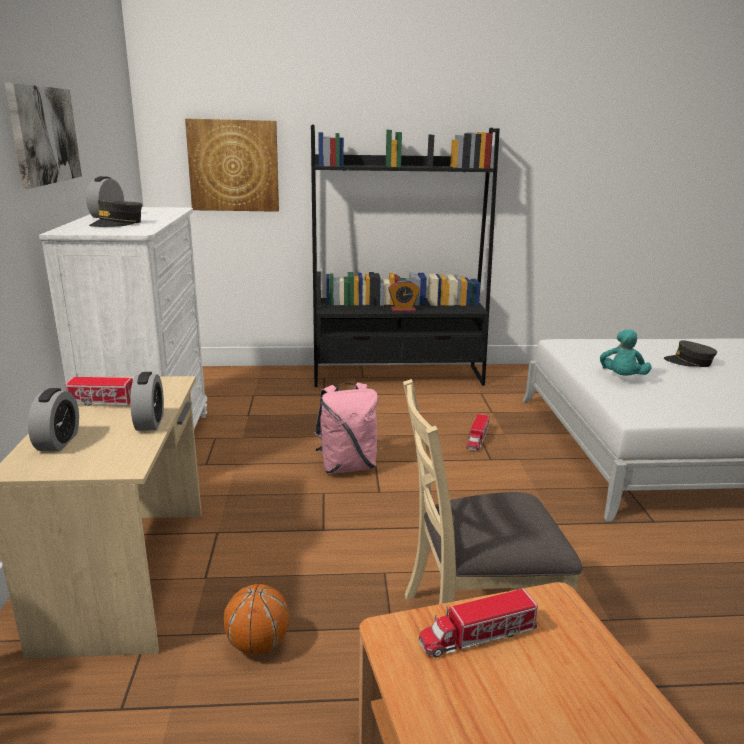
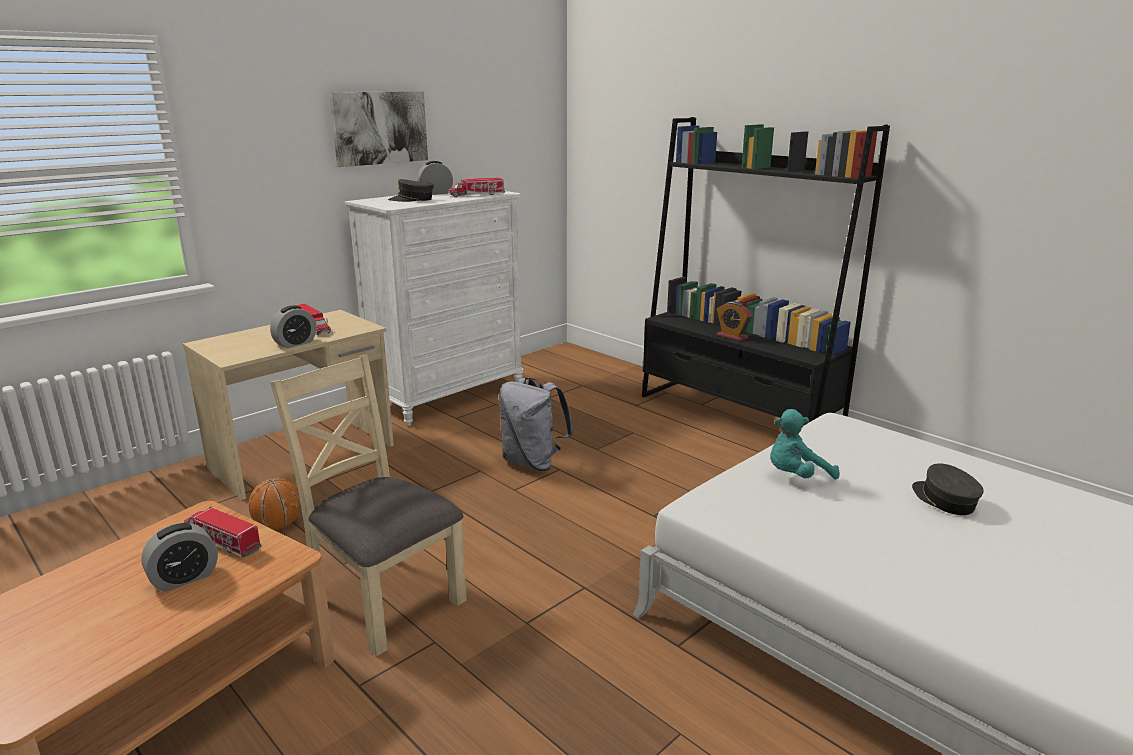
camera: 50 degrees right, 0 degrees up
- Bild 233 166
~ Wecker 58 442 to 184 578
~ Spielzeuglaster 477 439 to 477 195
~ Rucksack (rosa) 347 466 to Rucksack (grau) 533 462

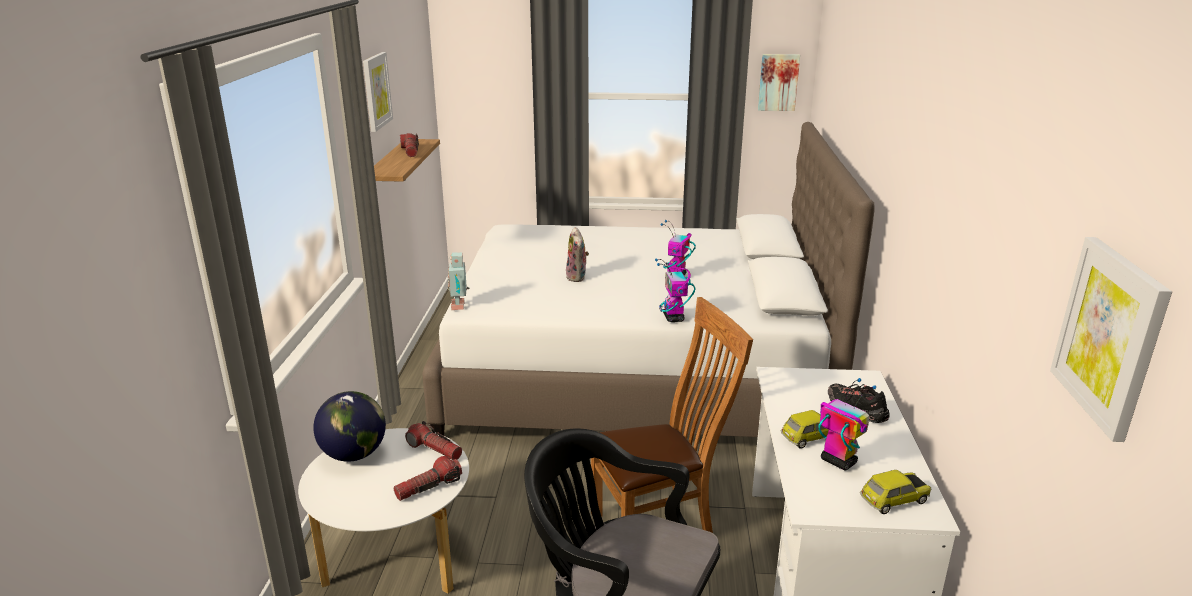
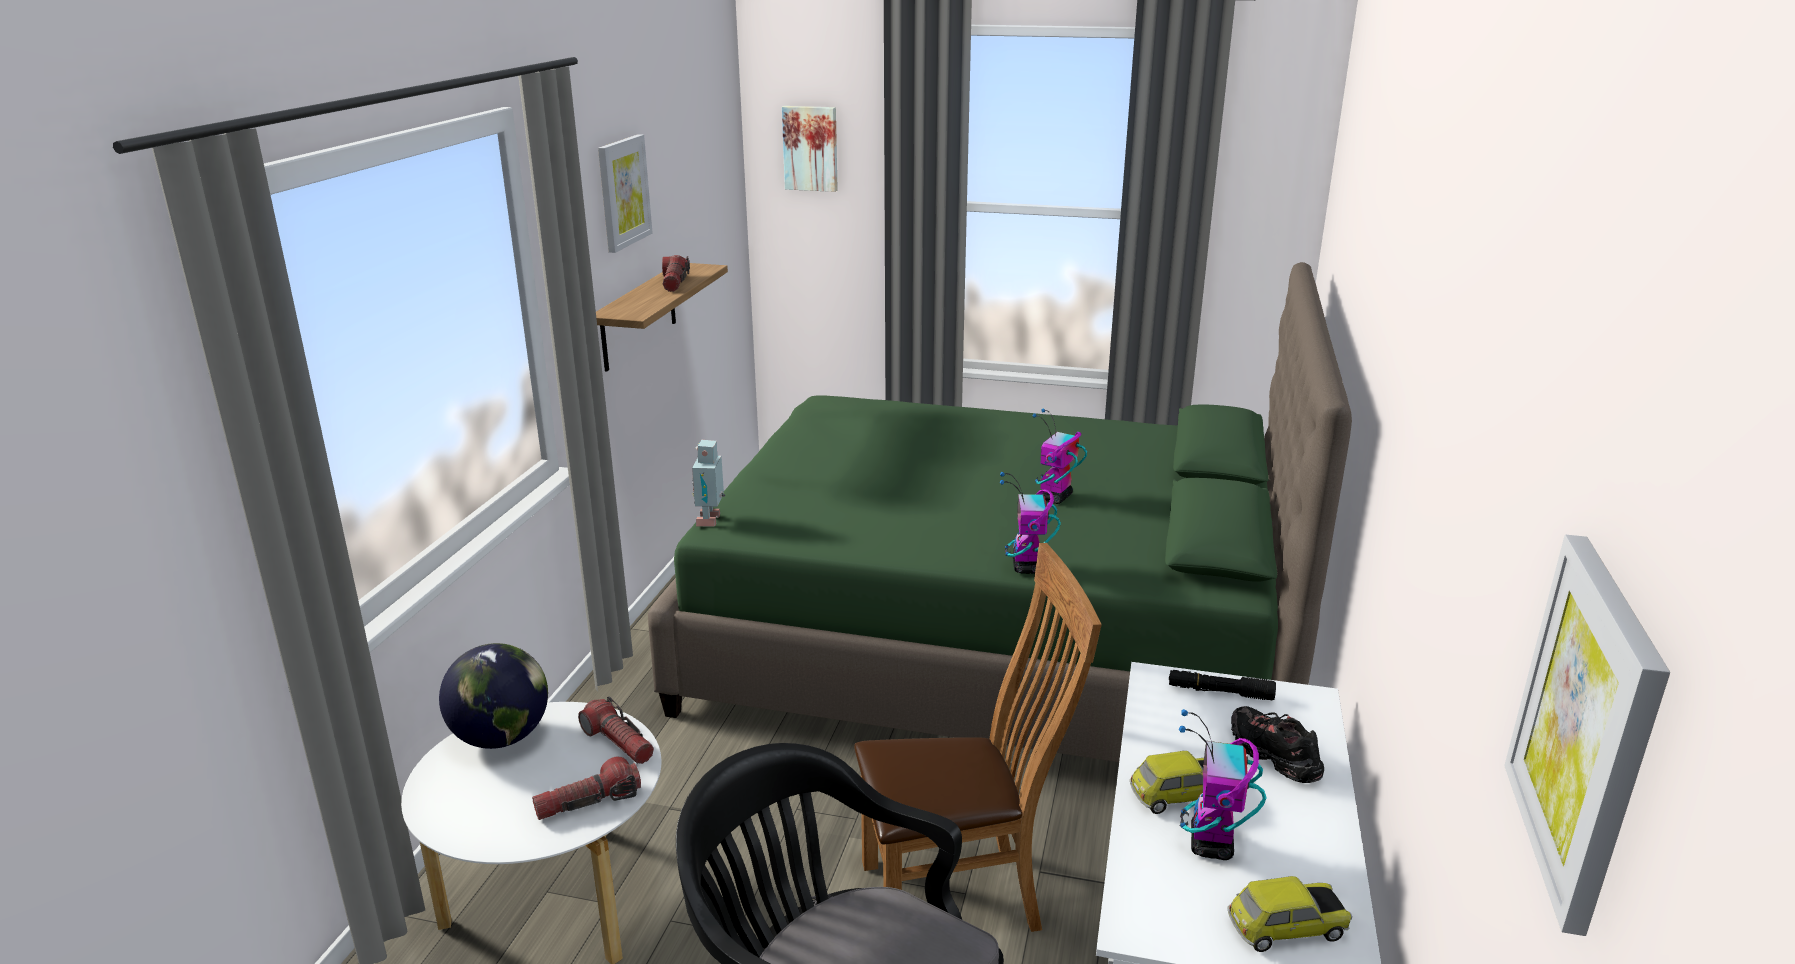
camera: 10 degrees right, 0 degrees up
- Plüschtier 577 277
+ Taschenlampe (schwarz) 1220 692
~ Bild 778 82 to 811 148
~ Bett (weiß) 635 373 to Bett (grün) 994 640
~ Spielzeugroboter 837 461 = 1211 844 135 degrees counterclockwise

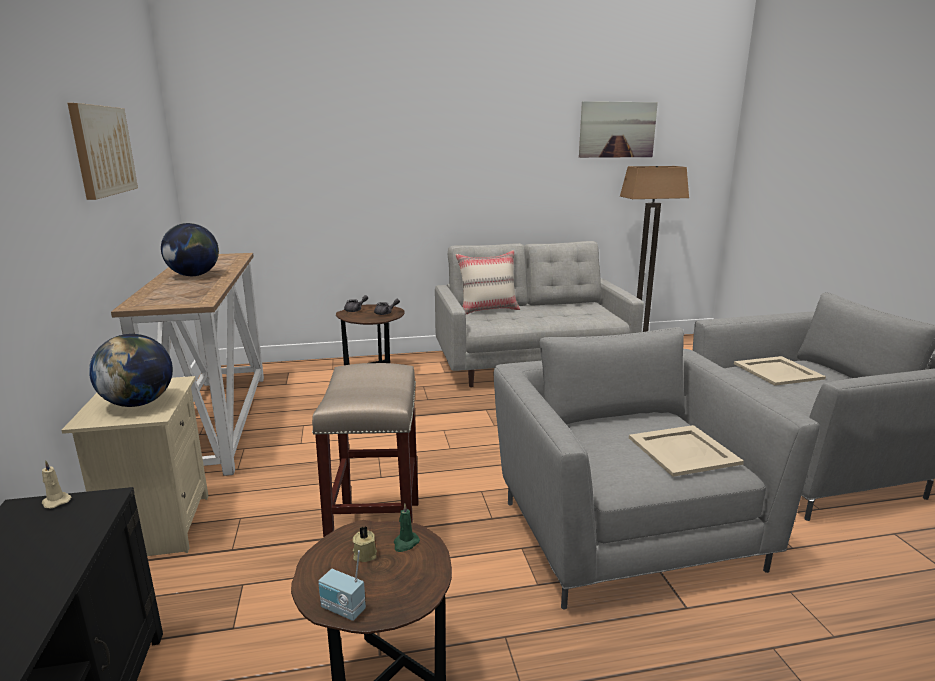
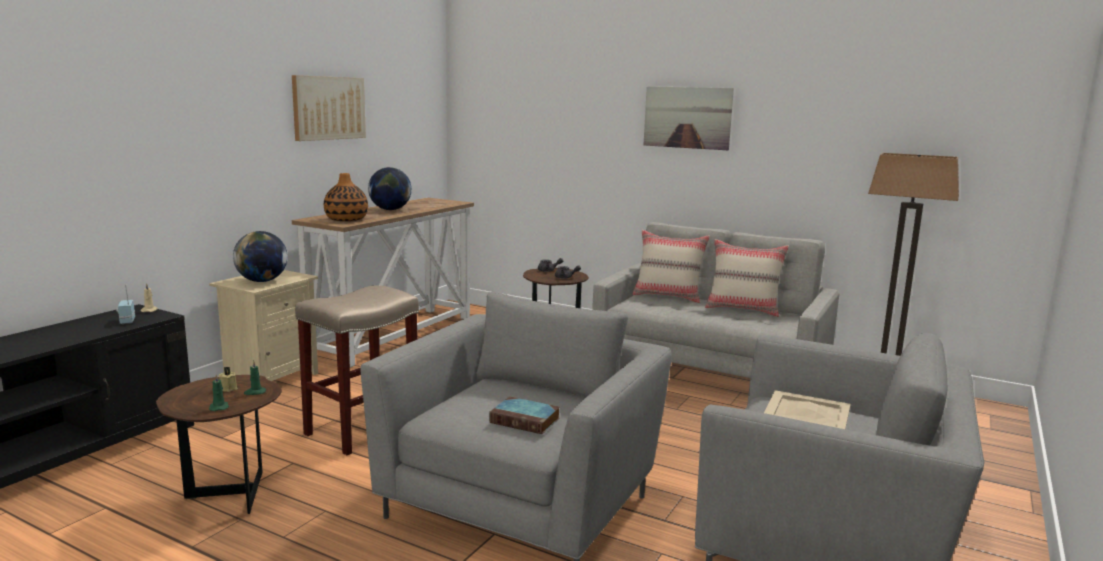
camera: 40 degrees right, 5 degrees down
+ Kerze (grün) 219 407
+ Vase 346 219
+ Kissen (beige) 743 309
~ Radio 342 610 to 126 321
~ Bild 617 129 to 687 117
~ Tablett (beige) 683 450 to Buch 526 420

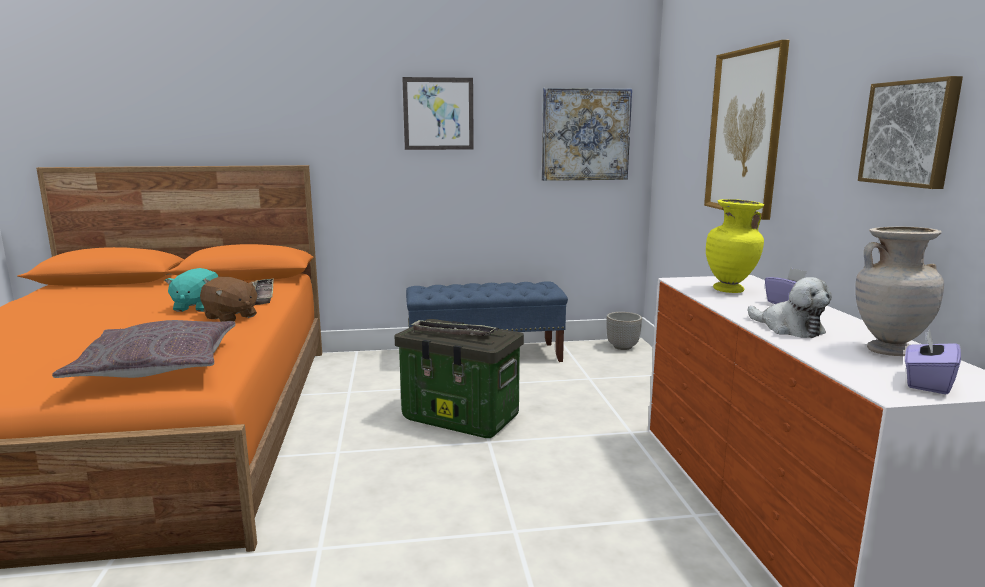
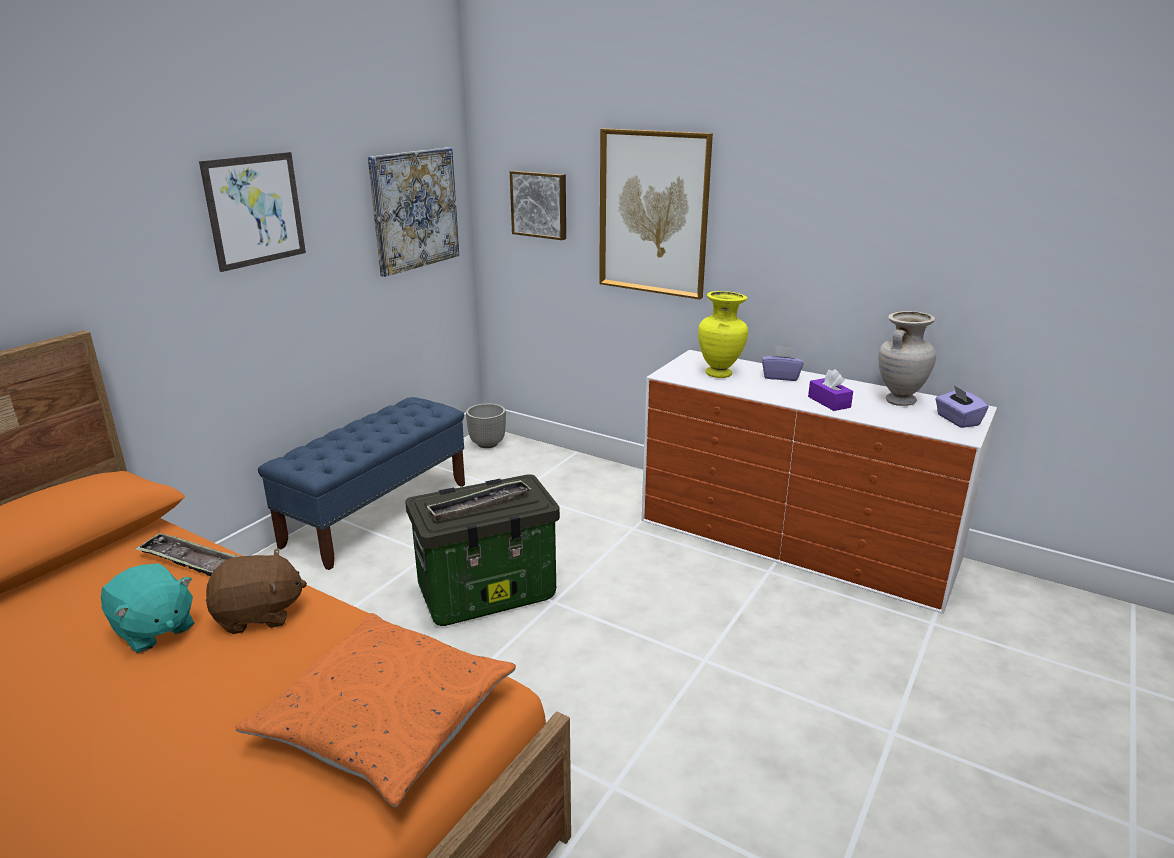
camera: 50 degrees left, 10 degrees up
~ Bild 910 133 to 540 204
~ Plüschtier 789 328 to Taschentuchbox (lila) 829 402
~ Kissen (grau) 157 366 to Kissen (orange) 385 719

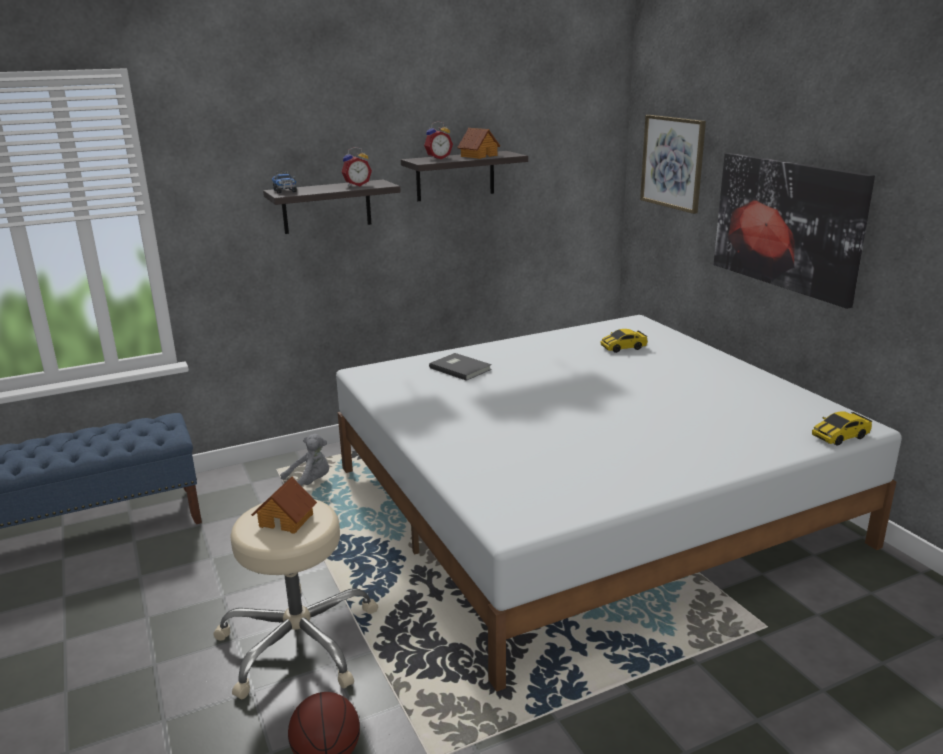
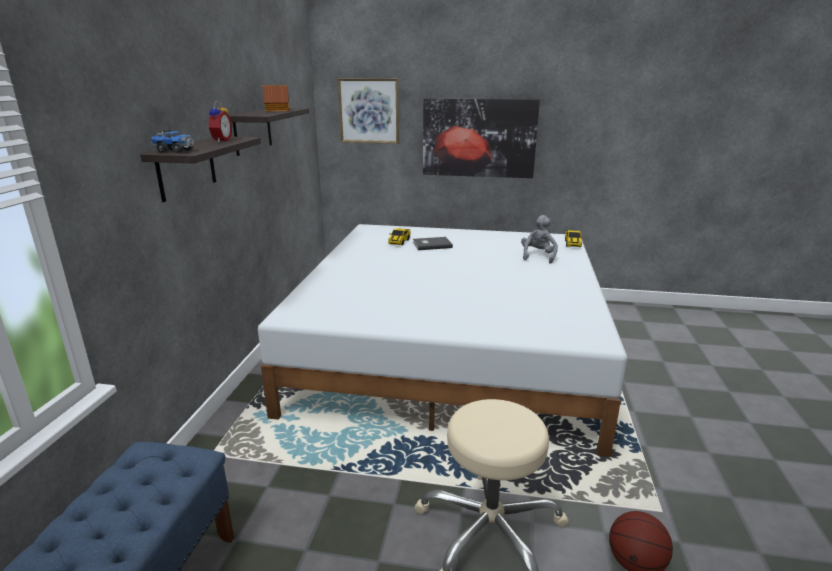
camera: 55 degrees left, 0 degrees up
- Spielzeughaus 286 519
- Wecker 437 158
~ Plüschtier (grau) 309 484 to 538 256
~ Buch (grau) 460 368 to 431 245

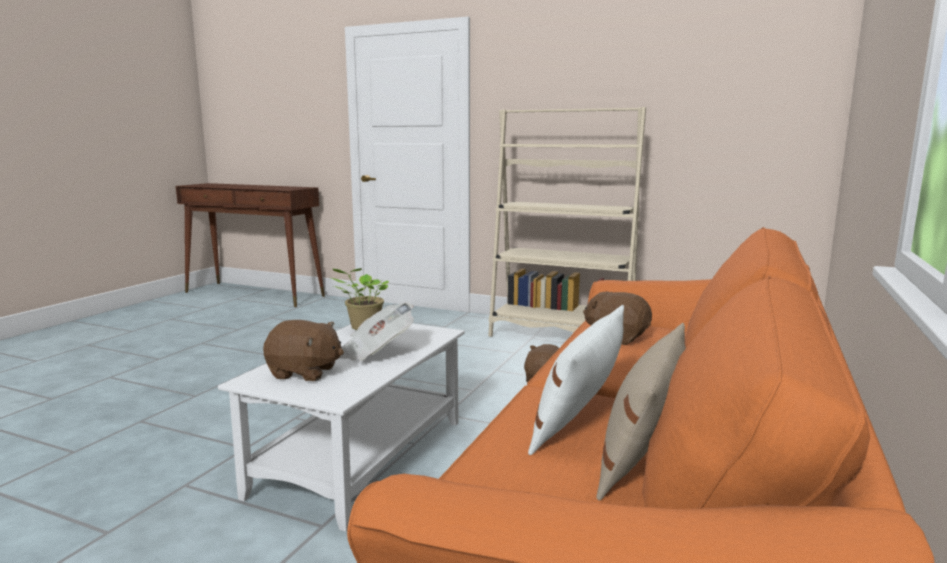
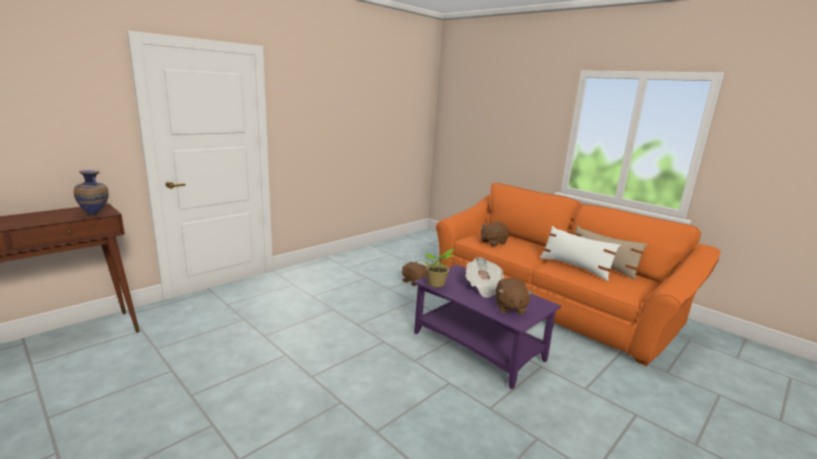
camera: 70 degrees left, 5 degrees up
- Bücherregal (beige) 562 335
+ Vase 95 214
~ Couchtisch (weiß) 360 458 to Couchtisch (lila) 479 346
~ Plüschtier (braun) 304 372 = 510 307 150 degrees clockwise

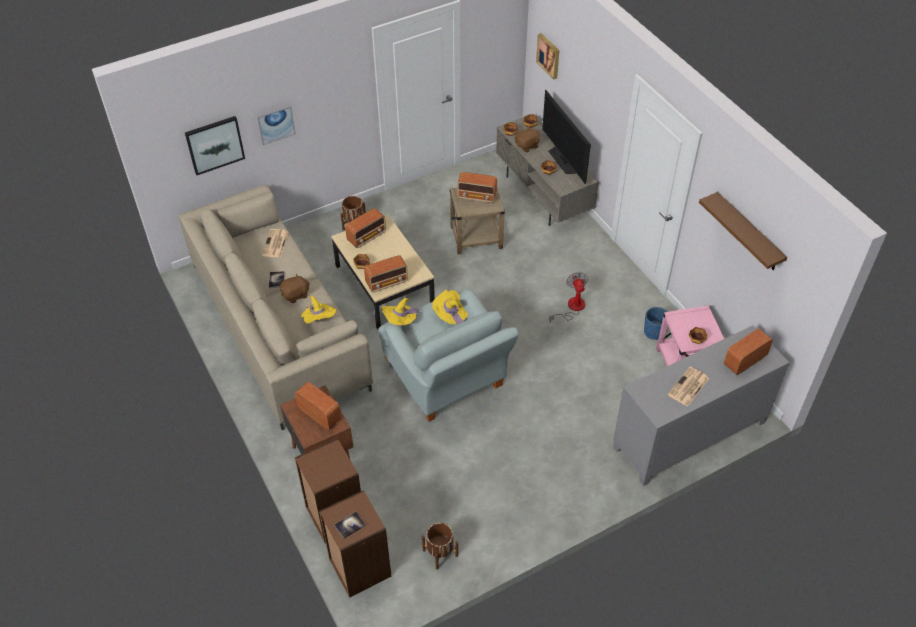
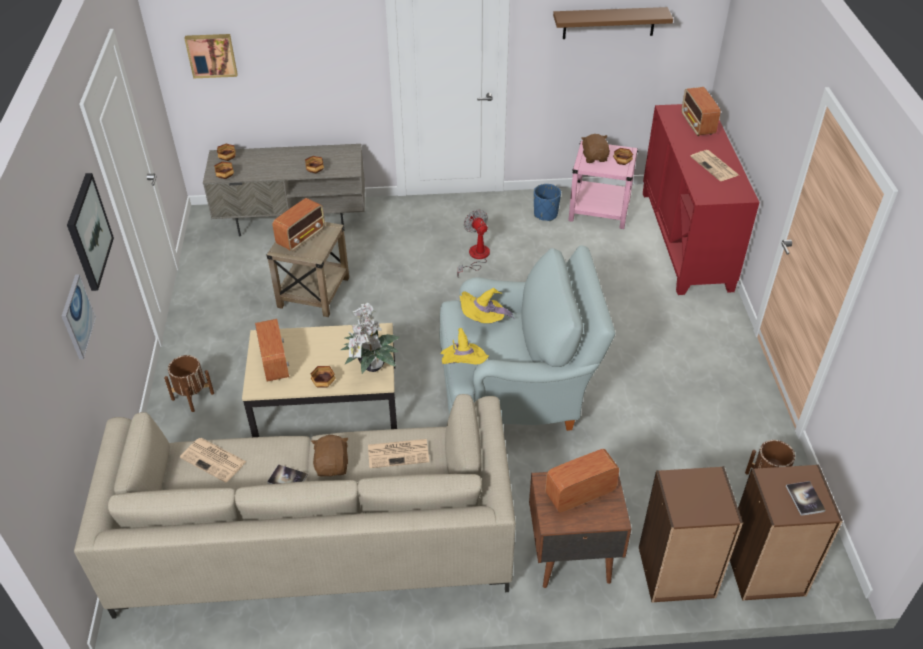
camera: 65 degrees left, 5 degrees down
- Fernseher 564 160
~ Bild 215 144 to 88 232
~ Plüschtier (braun) 527 146 to 595 157
~ Hut (gelb) 319 321 to Zeitung 399 453
~ Radio 387 282 to Topfpflanze 371 368
~ Schrank (grau) 689 435 to Schrank (rot) 686 240
~ Ventilator 571 308 = 475 257 45 degrees clockwise

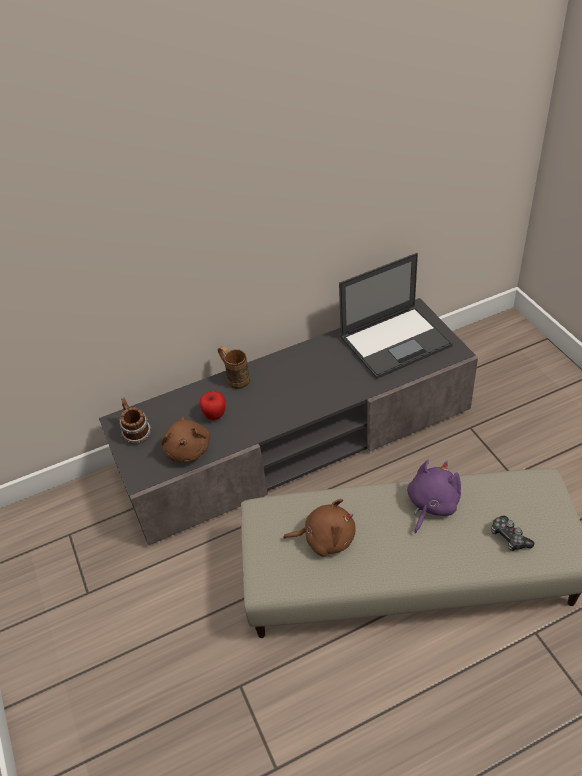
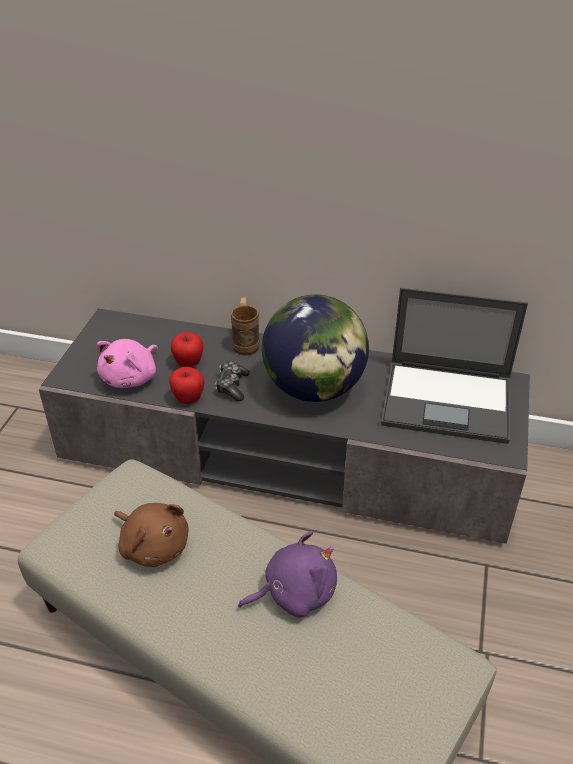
camera: 35 degrees right, 5 degrees down
- Henkelbecher 136 434
+ Apfel 188 399
+ Globus 314 389
~ Gamepad 509 537 to 232 386
~ Plüschtier (braun) 188 449 to Plüschtier (rosa) 131 377

